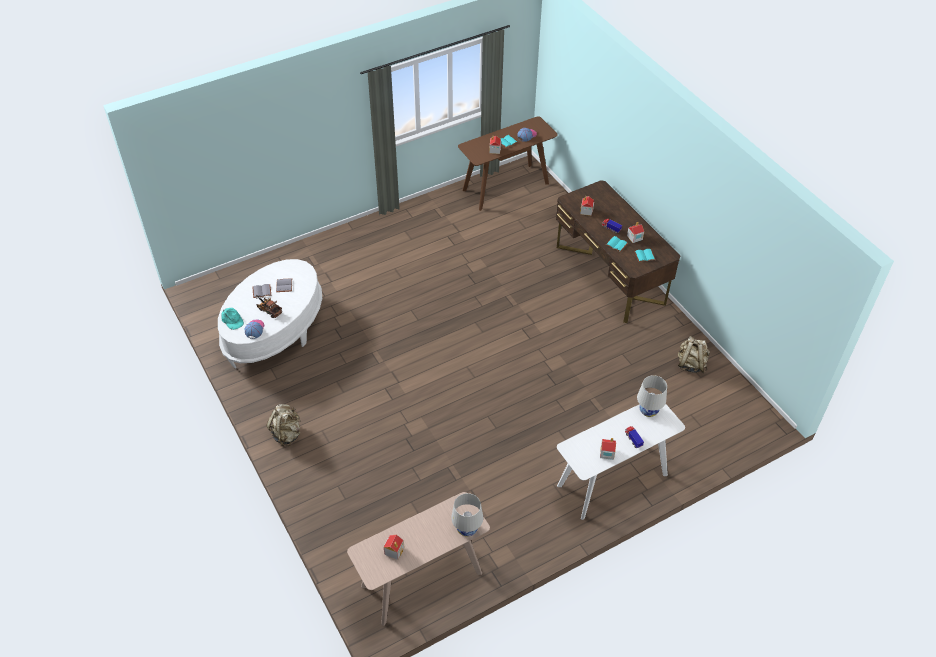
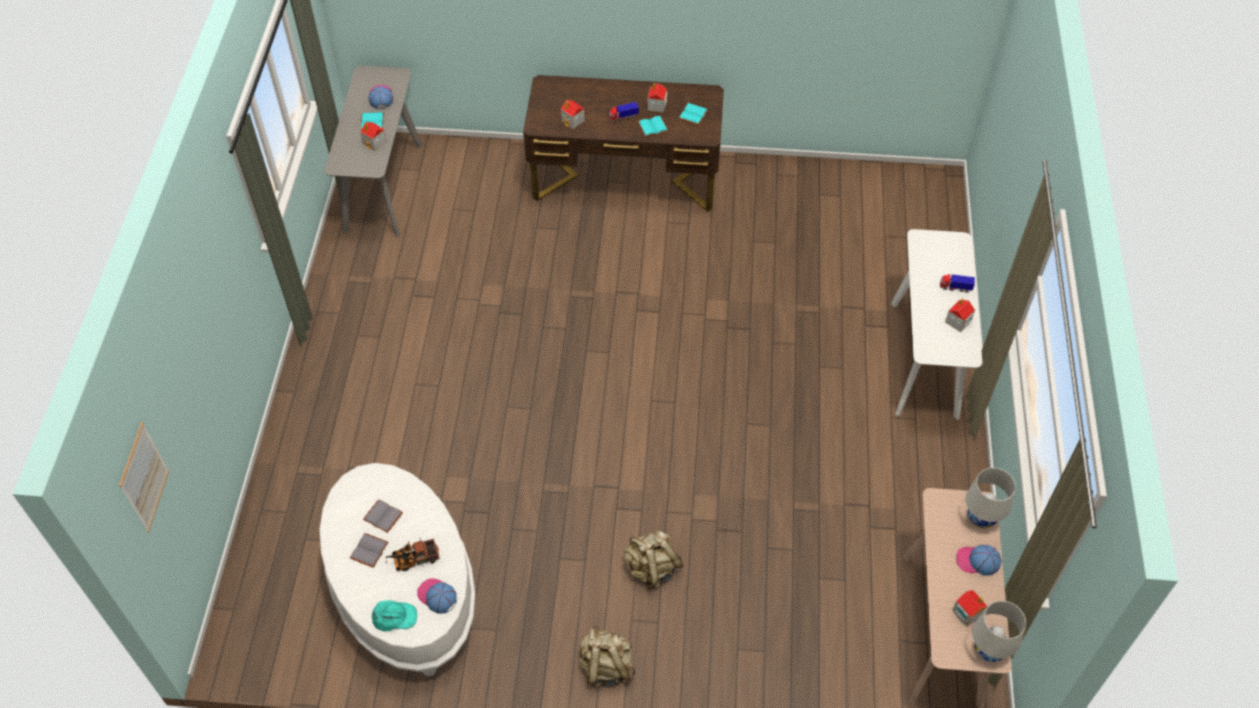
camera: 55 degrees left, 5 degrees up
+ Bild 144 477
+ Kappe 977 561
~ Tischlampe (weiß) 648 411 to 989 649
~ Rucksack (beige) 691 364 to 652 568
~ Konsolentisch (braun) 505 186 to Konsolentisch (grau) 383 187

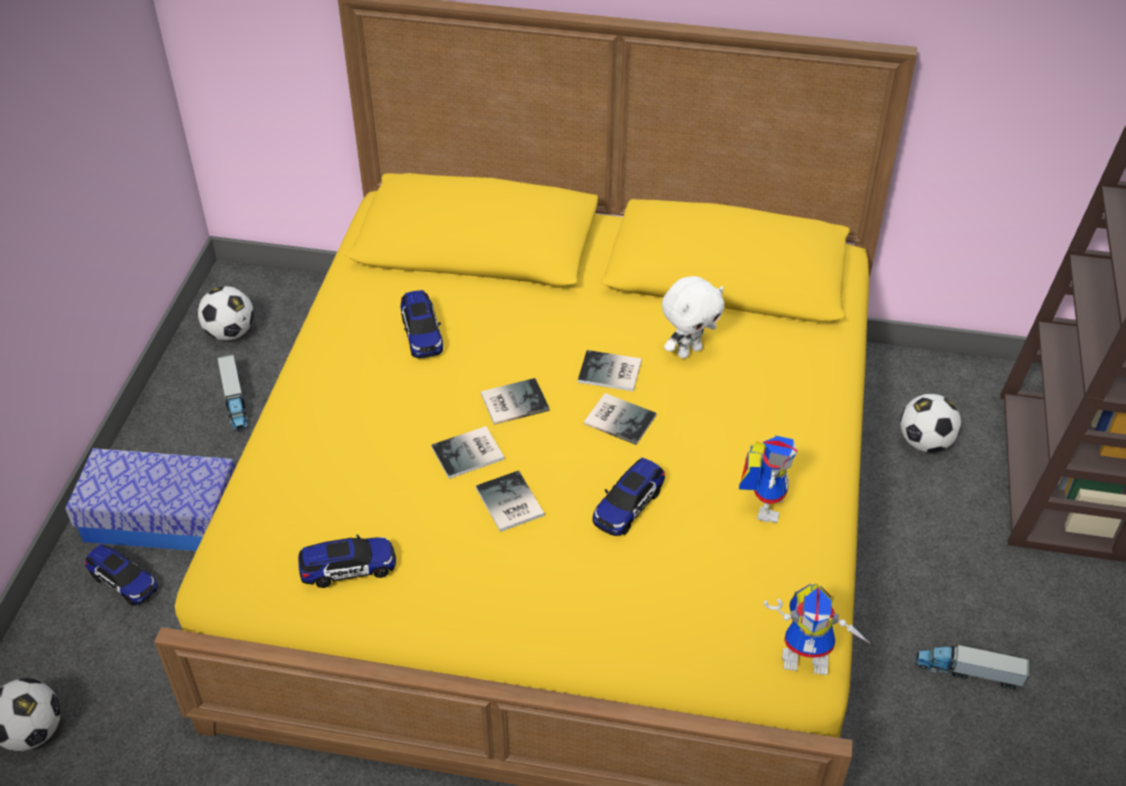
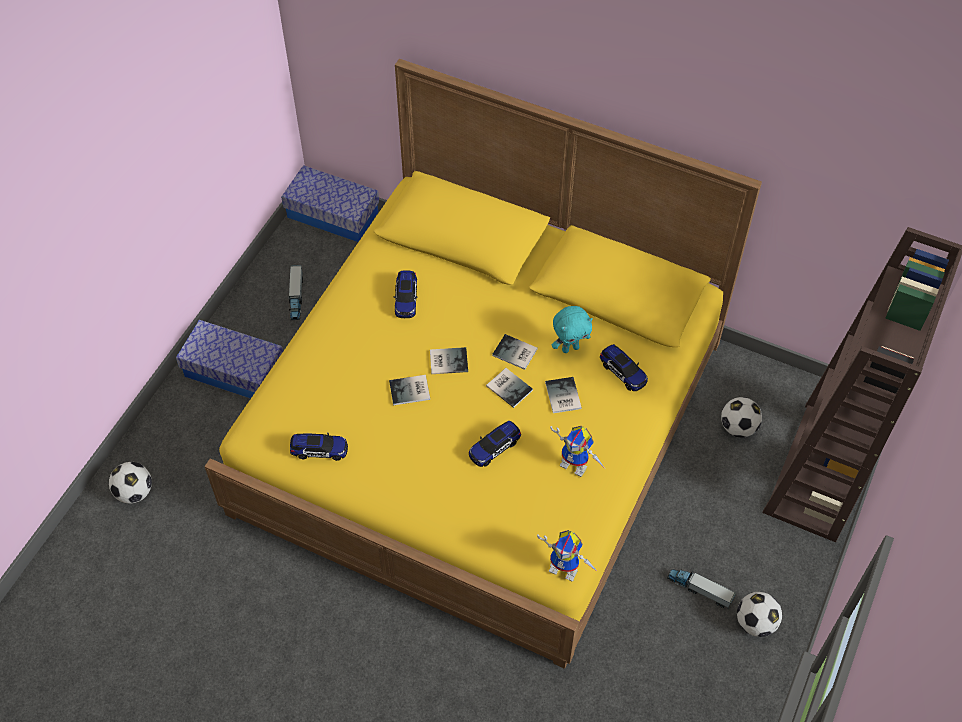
camera: 15 degrees right, 10 degrees up
+ Aufbewahrungsbox 333 214
~ Spielzeugauto 123 581 to 623 372
~ Fußball 230 333 to 755 623
~ Buch 508 504 to 562 396
~ Plüschtier (weiß) 689 351 to Plüschtier (türkis) 570 348
~ Spielzeugroboter 763 502 = 577 464 90 degrees clockwise

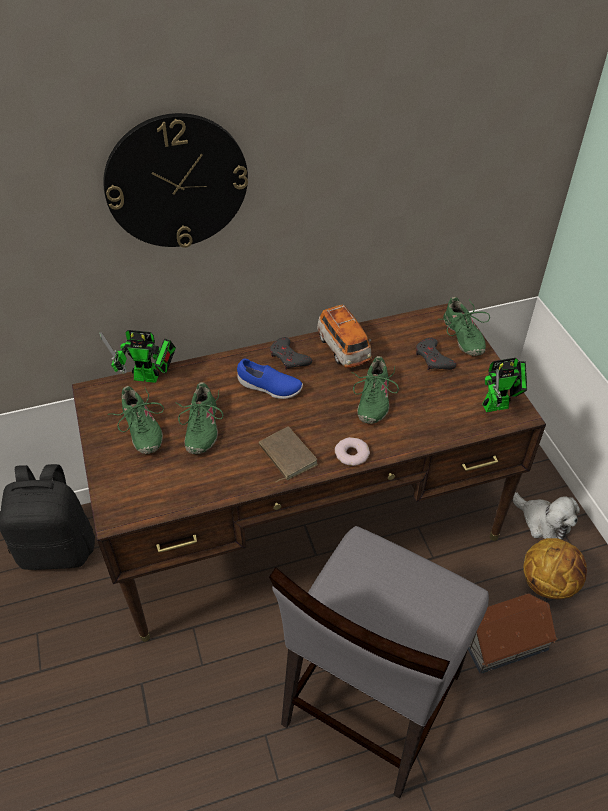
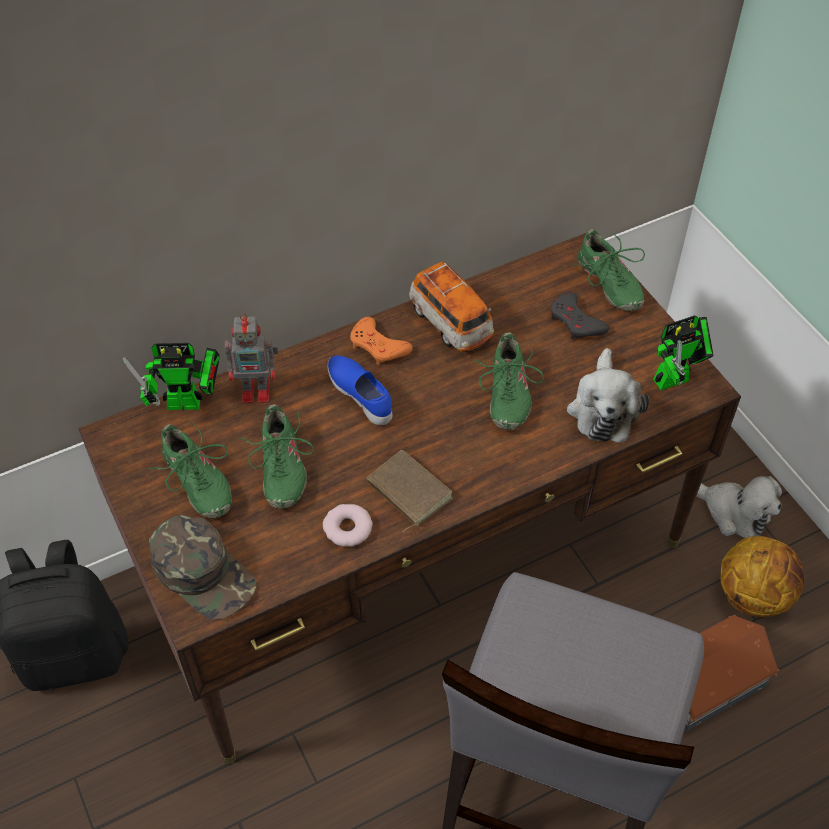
camera: 10 degrees left, 5 degrees up
- Wanduhr 176 182
+ Kappe (grün) 204 572
+ Spielzeugroboter 258 390
+ Plüschtier 603 408
~ Donut 351 454 to 347 528
~ Gamepad (grau) 289 357 to Gamepad (orange) 378 346
~ Schuh (blau) 269 388 = 361 396 135 degrees counterclockwise

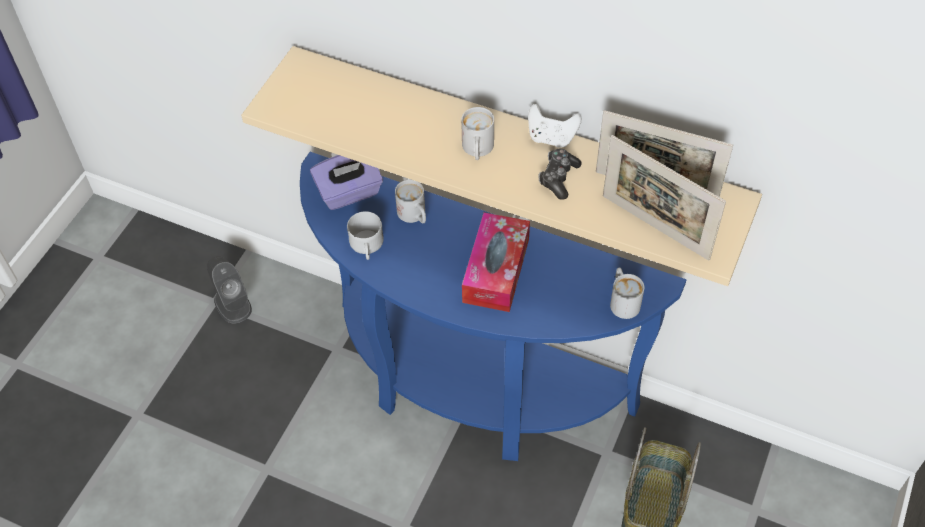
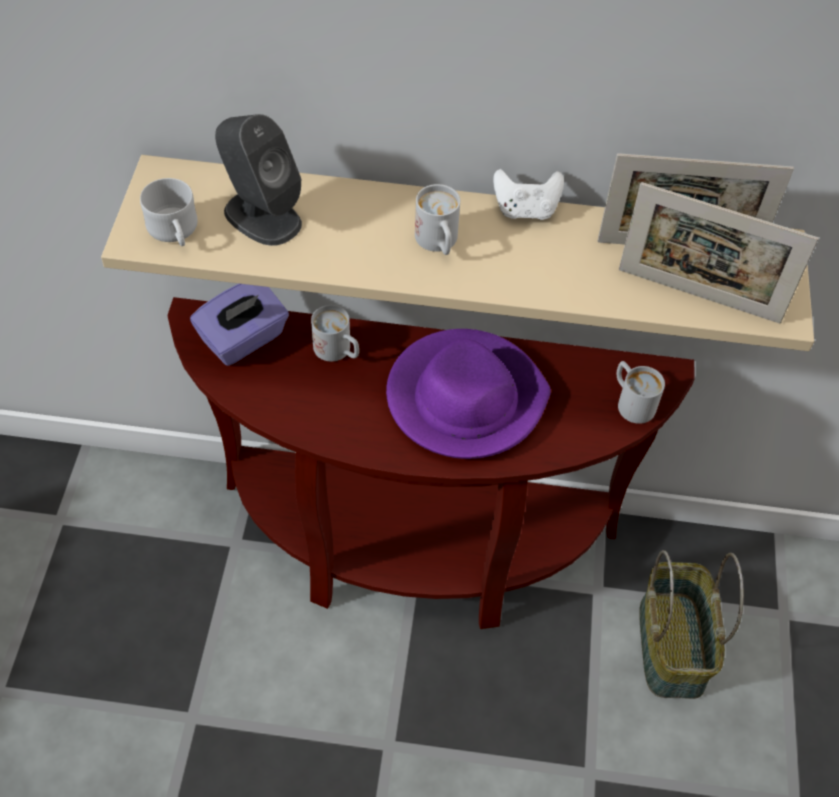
camera: 20 degrees left, 0 degrees up
- Gamepad 558 178
~ Lautsprecher (grau) 232 304 to 262 216
~ Henkelbecher (weiß) 367 247 to 175 232
~ Taschentuchbox 496 270 to Hut (lila) 465 398
~ Konsolentisch (blau) 469 386 to Konsolentisch (braun) 412 550

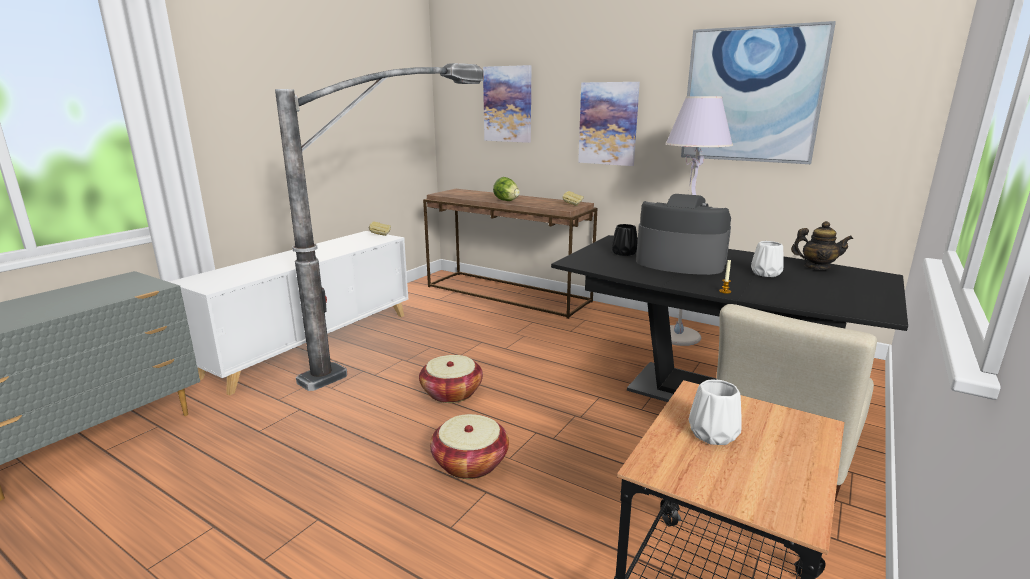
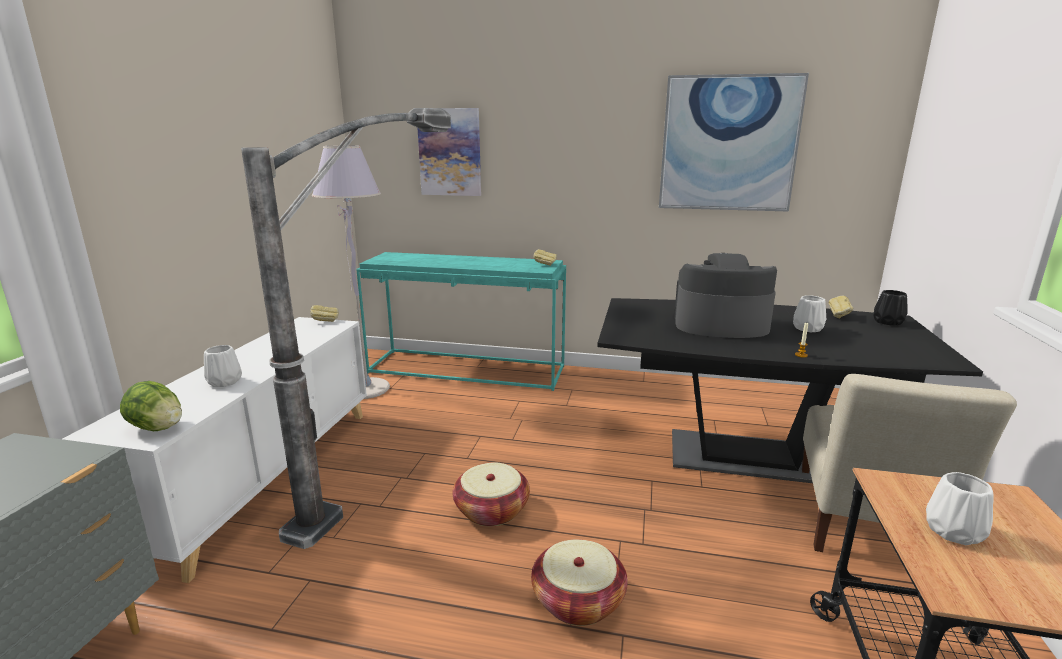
camera: 20 degrees left, 0 degrees up
- Bild 608 123
+ Vase (weiß) 223 382
~ Salatkopf 506 201 to 157 428
~ Vase (schwarz) 623 253 to 888 322
~ Stehlampe (grau) 678 337 to 367 389
~ Teekanne 817 267 to Brot 839 316
~ Konsolentisch (braun) 508 294 to Konsolentisch (türkis) 468 369

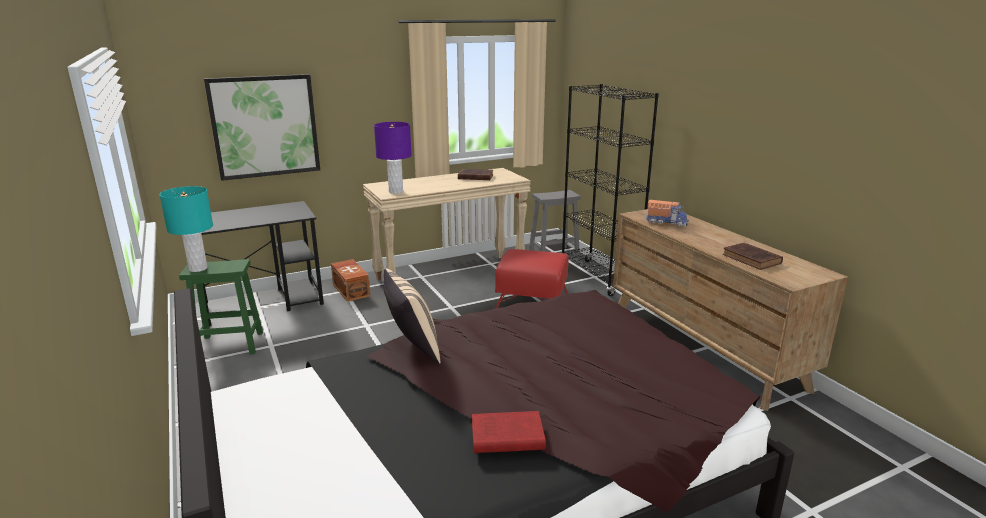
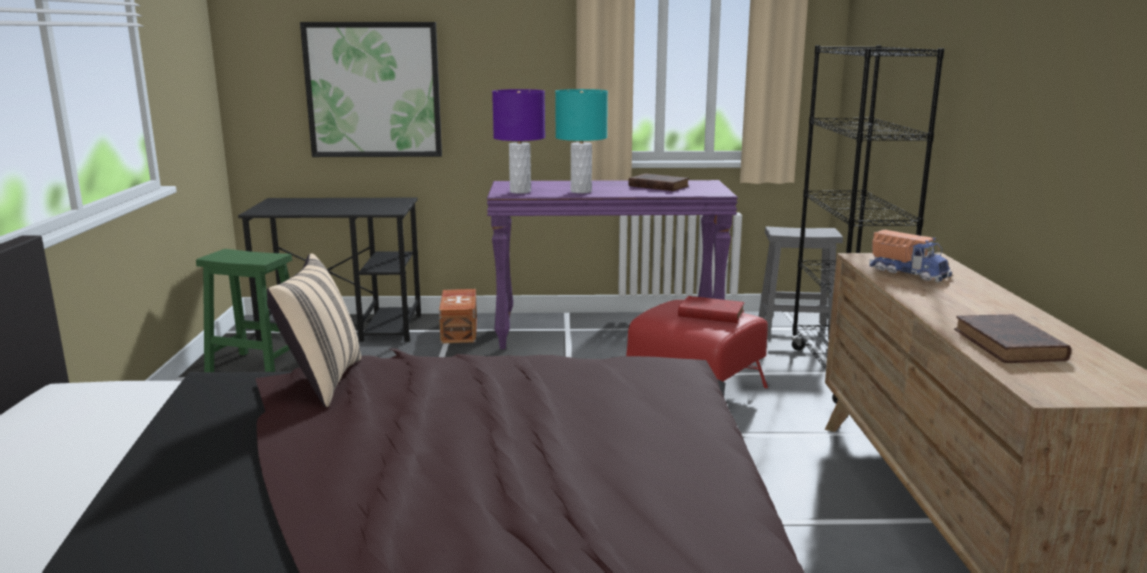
camera: 25 degrees right, 5 degrees down
~ Tischlampe (türkis) 198 268 to 581 191
~ Buch (rot) 505 436 to 709 313
~ Konsolentisch (beige) 450 275 to Konsolentisch (lila) 608 334

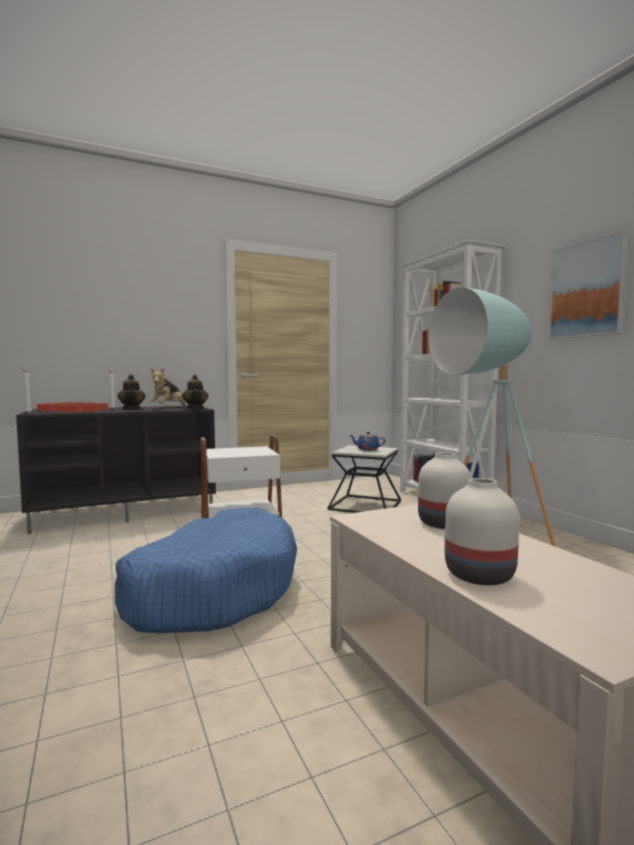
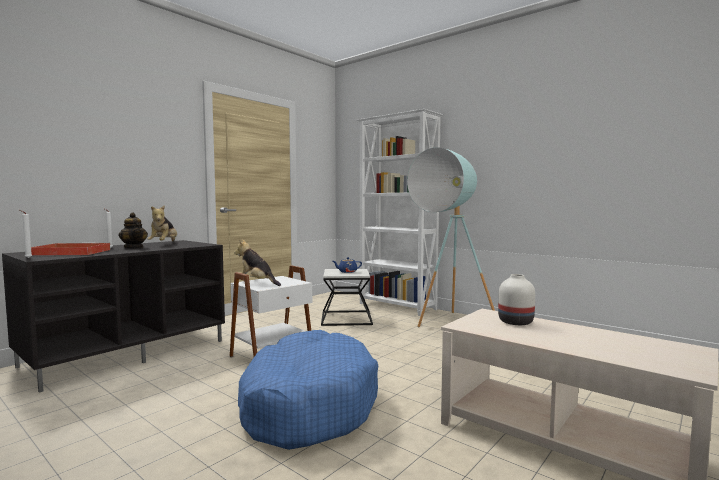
camera: 25 degrees left, 0 degrees up
- Teekanne 195 408
- Vase (weiß) 481 576
- Bild 587 289
+ Plüschtier 257 282

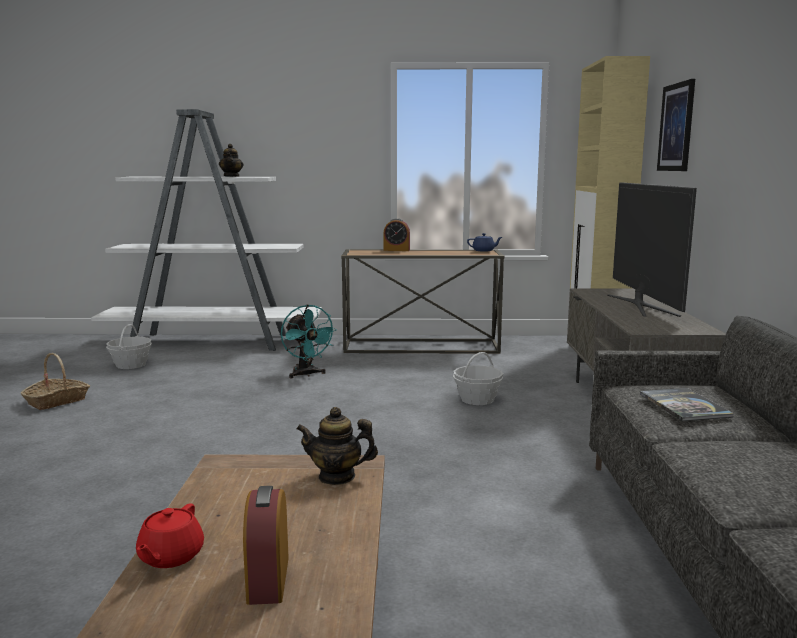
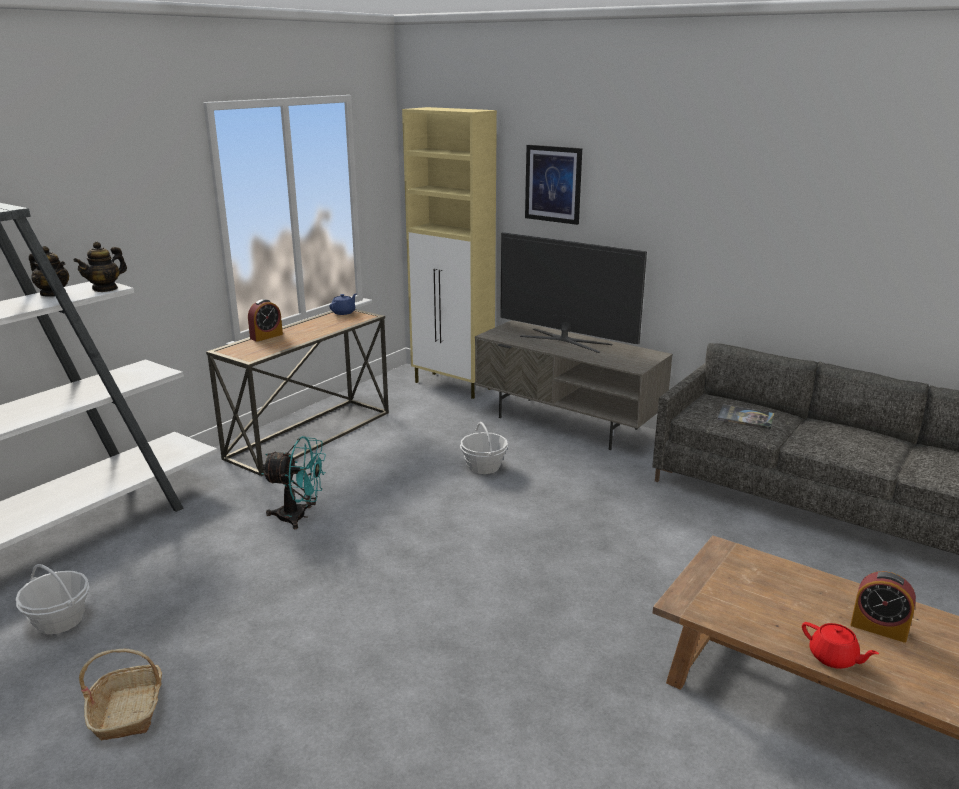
camera: 55 degrees left, 10 degrees up
~ Teekanne 337 477 to 105 289

